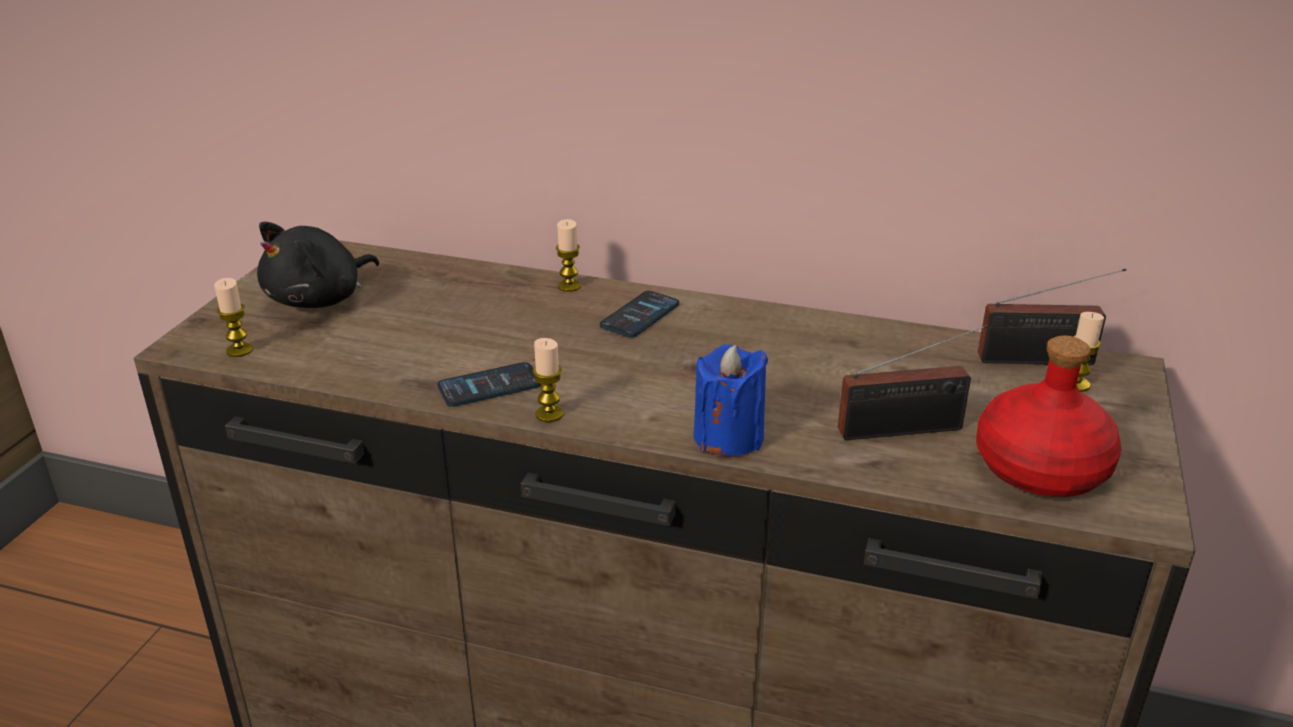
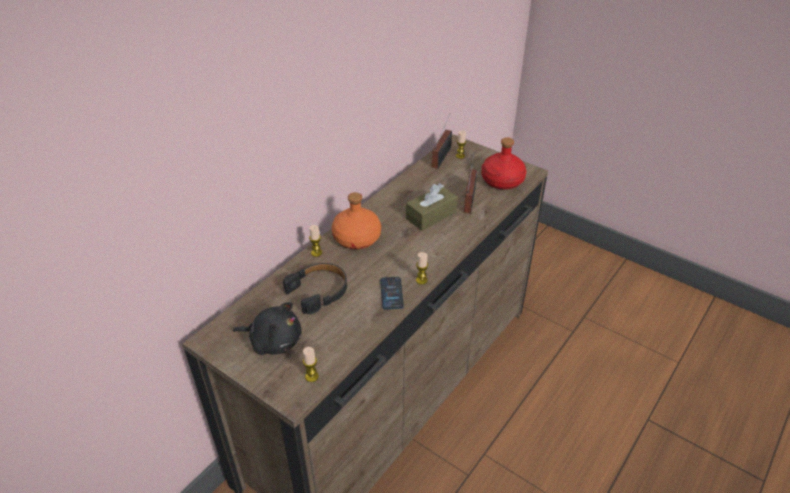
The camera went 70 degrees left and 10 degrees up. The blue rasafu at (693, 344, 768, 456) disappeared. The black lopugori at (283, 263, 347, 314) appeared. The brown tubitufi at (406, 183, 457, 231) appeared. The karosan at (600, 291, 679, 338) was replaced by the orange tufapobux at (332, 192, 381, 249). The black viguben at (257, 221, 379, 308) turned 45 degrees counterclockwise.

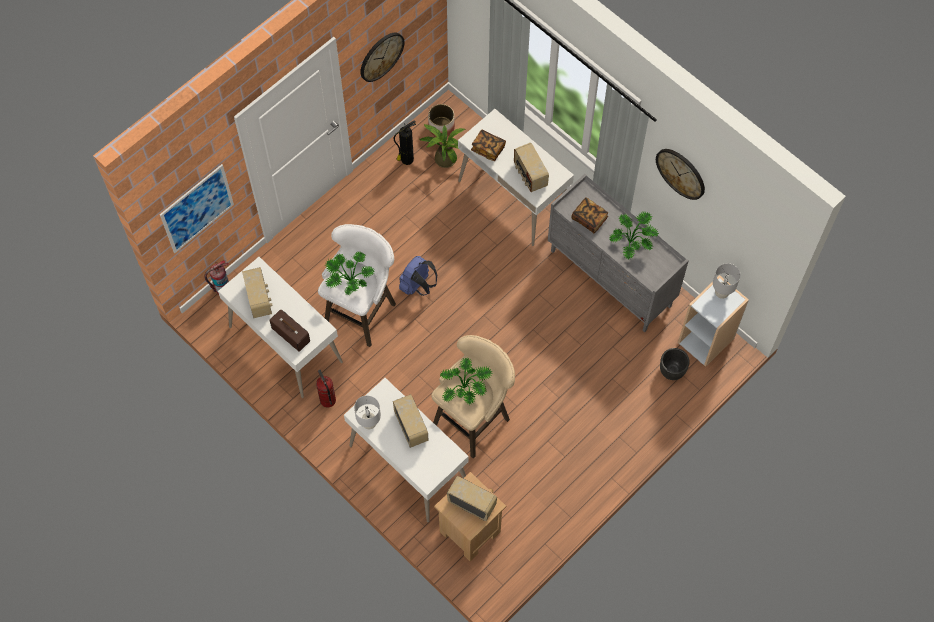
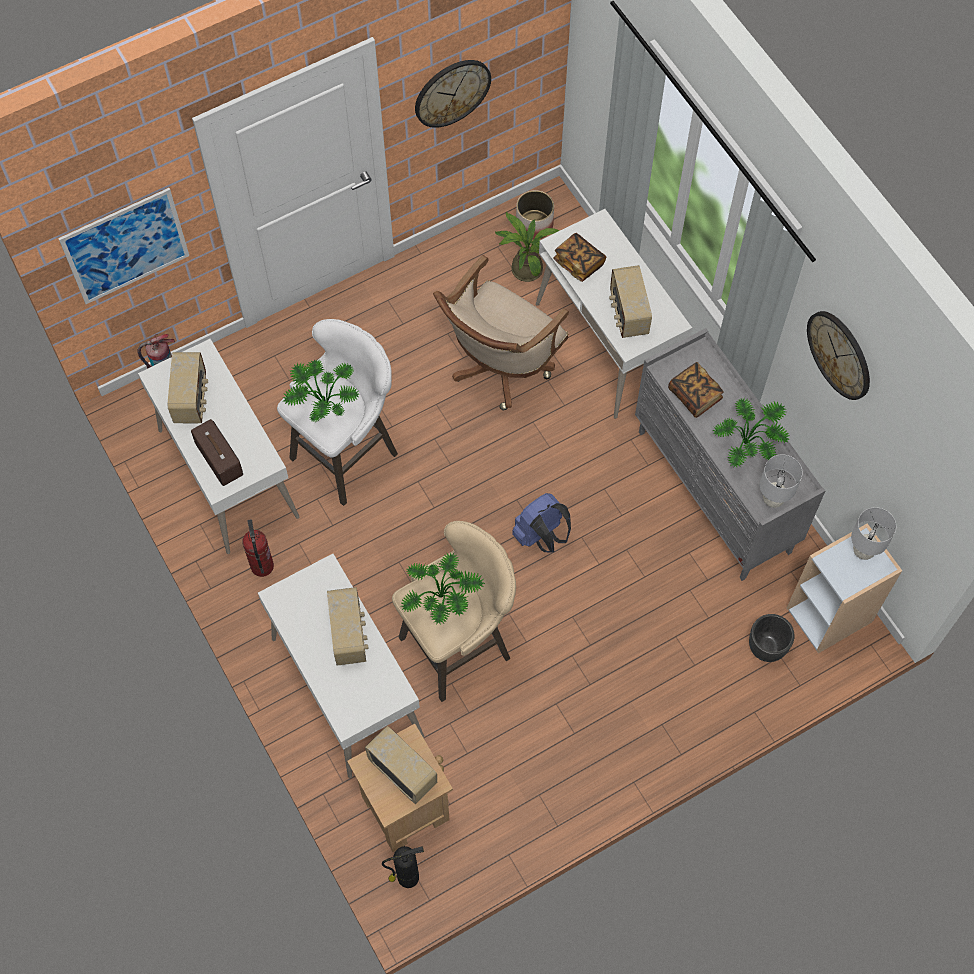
The camera went 15 degrees right and 0 degrees up. The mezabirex at (433, 255, 569, 410) appeared. The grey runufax moved from (354, 396, 381, 429) to (760, 454, 803, 508). The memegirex moved from (394, 120, 416, 165) to (382, 845, 424, 888). The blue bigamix moved from (399, 256, 437, 296) to (512, 493, 571, 553).

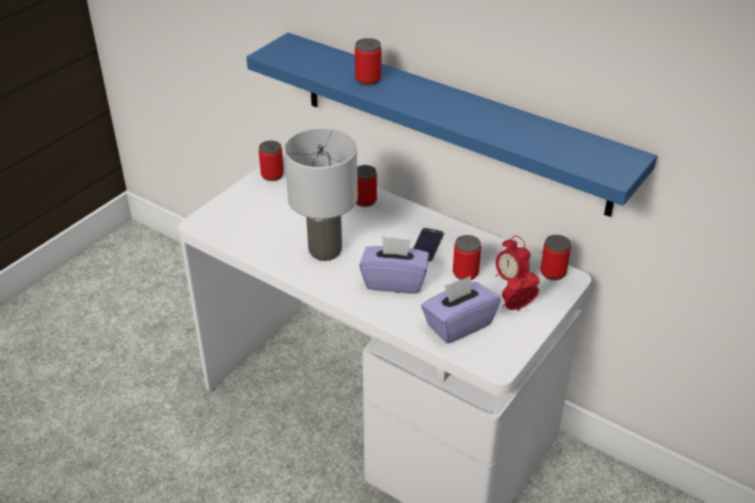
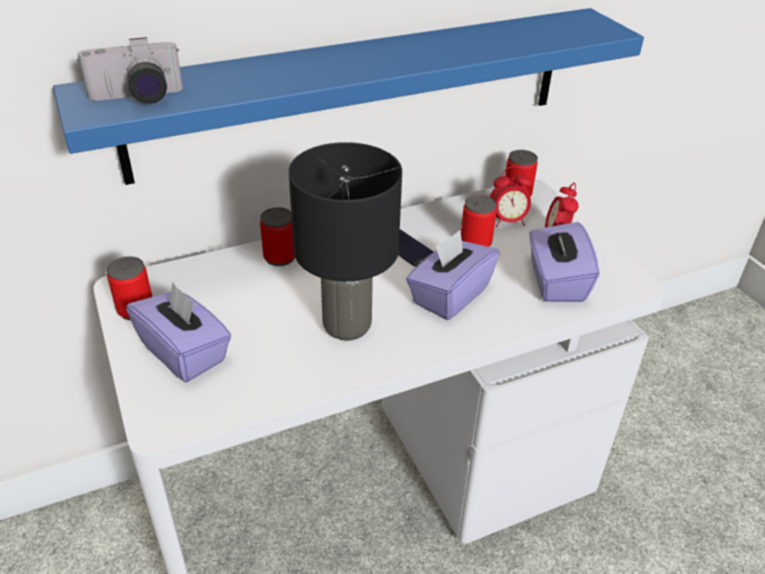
The camera went 60 degrees left and 0 degrees up. The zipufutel at (355, 38, 381, 85) disappeared. The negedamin at (77, 37, 183, 104) appeared. The purple tubitufi at (126, 283, 231, 382) appeared. The white runufax at (284, 128, 358, 261) became the black runufax at (289, 142, 402, 341).

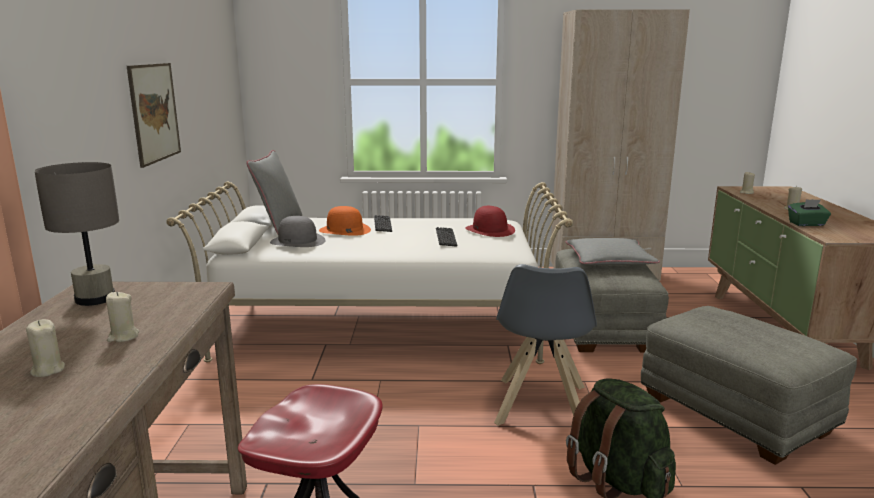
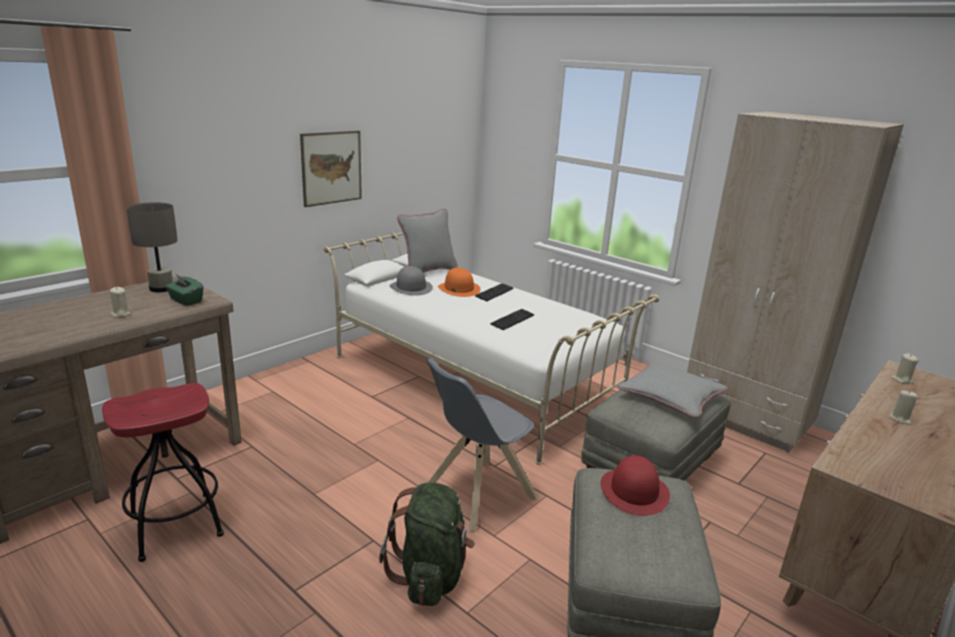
The camera went 40 degrees right and 5 degrees up. The beige rasafu at (26, 319, 65, 377) disappeared. The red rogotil moved from (465, 206, 515, 237) to (601, 455, 670, 516). The green tubitufi moved from (788, 199, 831, 226) to (165, 274, 203, 306).

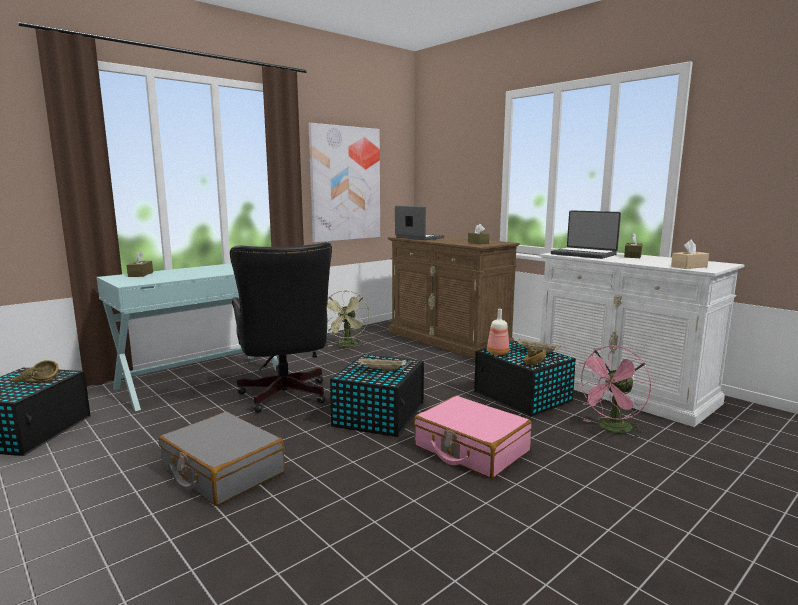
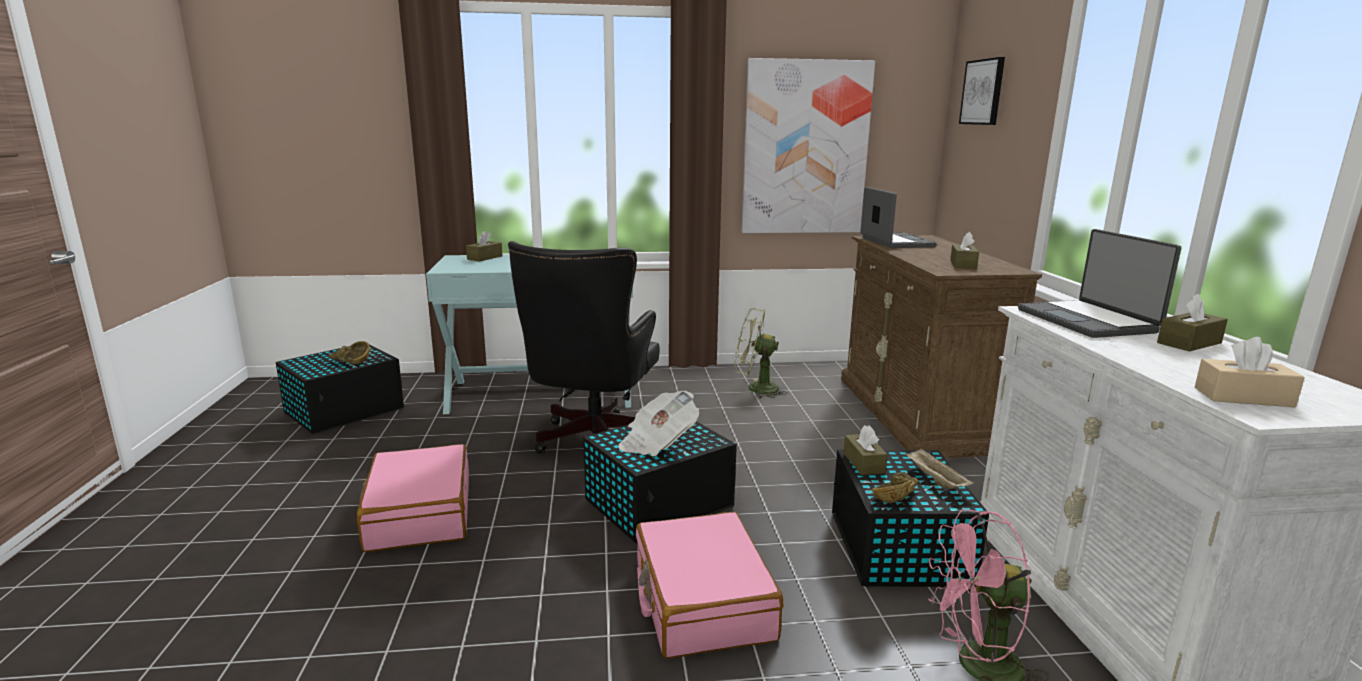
The camera went 35 degrees right and 5 degrees up. The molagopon at (959, 57, 1005, 125) appeared. The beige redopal at (358, 358, 407, 372) was replaced by the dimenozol at (618, 391, 699, 456). The tufapobux at (487, 309, 509, 355) was replaced by the brown tubitufi at (843, 425, 888, 475). The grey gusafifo at (159, 412, 285, 506) became the pink gusafifo at (357, 444, 469, 552). The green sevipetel at (327, 290, 369, 347) turned 60 degrees clockwise.

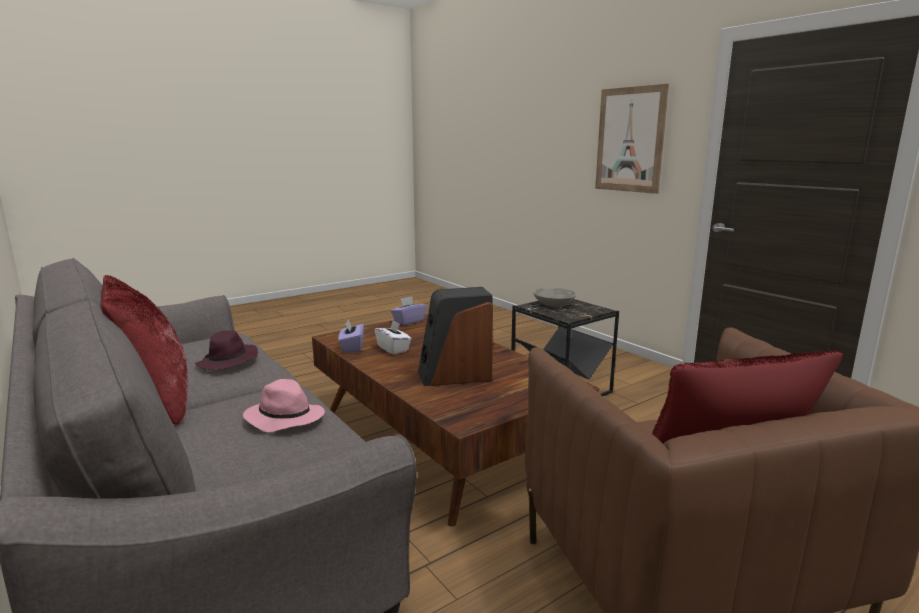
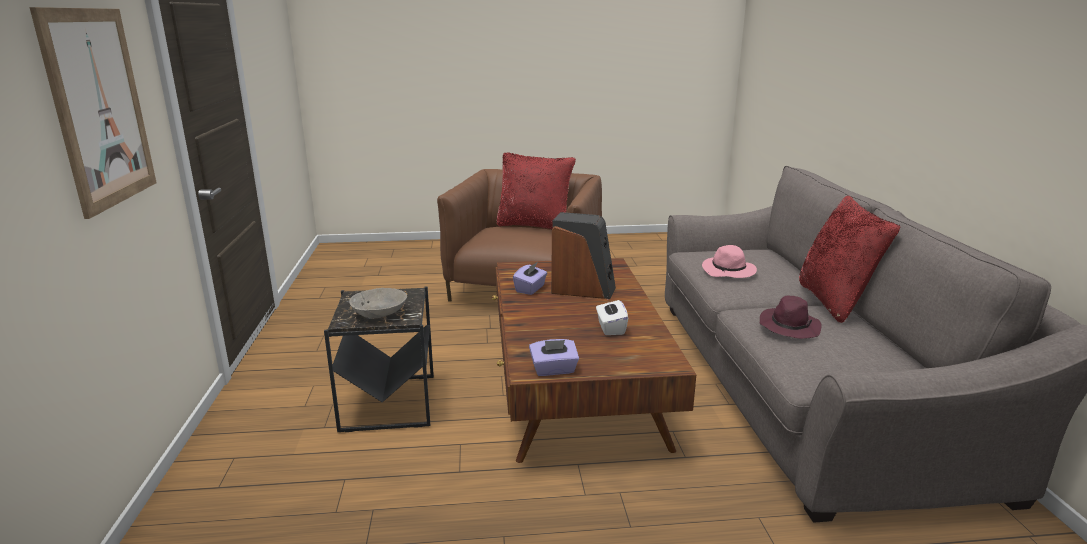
The camera went 150 degrees left and 5 degrees up. The purple tubitufi moved from (338, 319, 364, 353) to (513, 262, 547, 295).

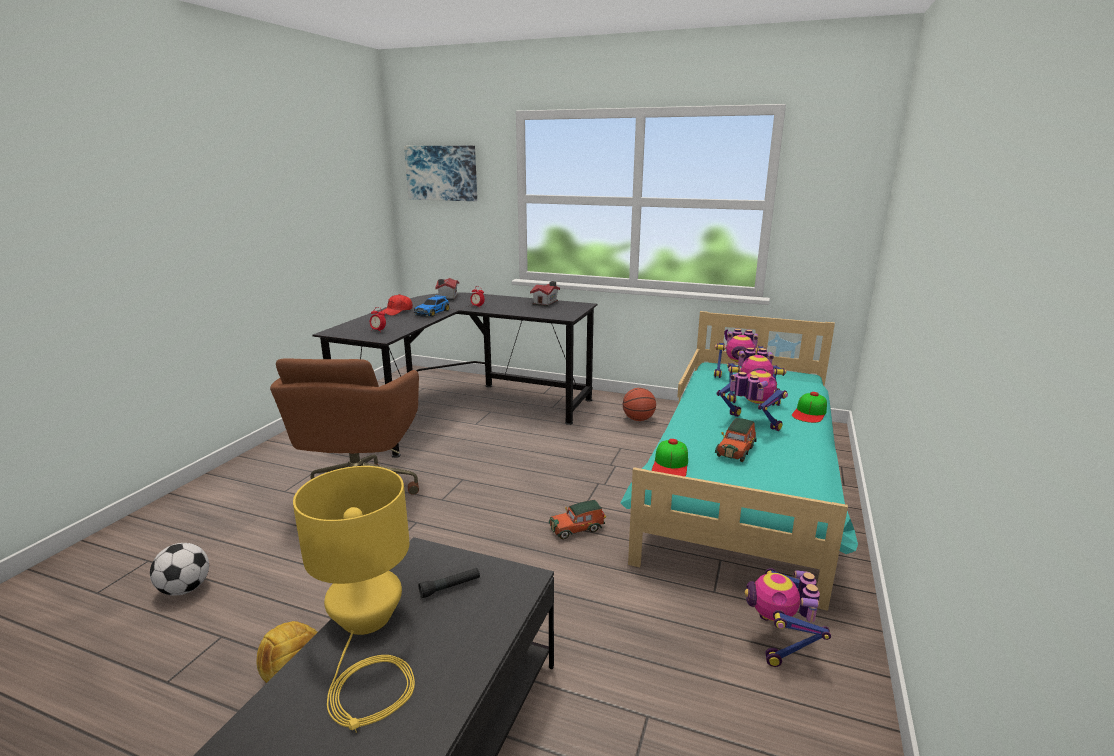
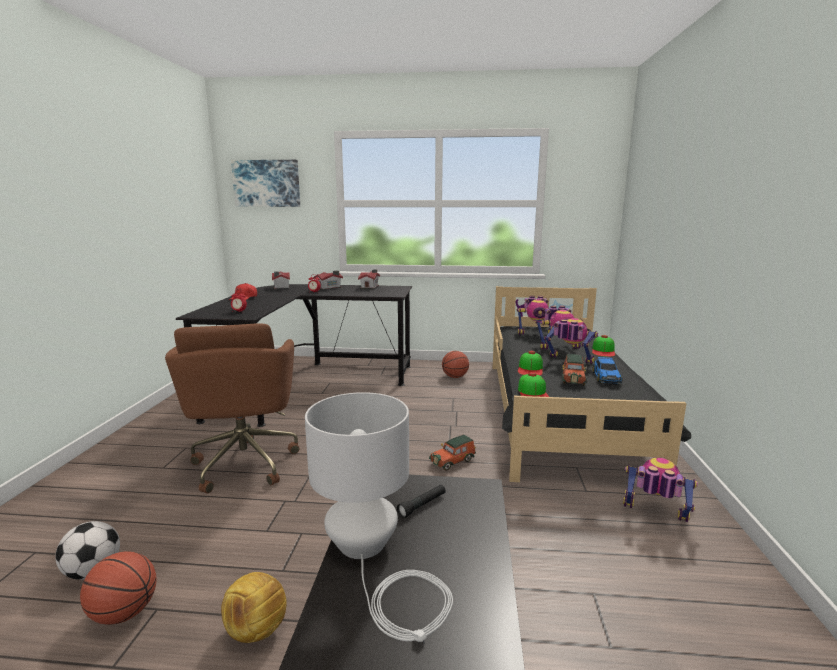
The camera went 15 degrees left and 5 degrees down. The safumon at (80, 551, 156, 625) appeared. The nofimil at (313, 270, 343, 290) appeared. The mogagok at (518, 351, 543, 375) appeared. The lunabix moved from (414, 295, 450, 317) to (592, 357, 622, 385). The yellow runufax at (293, 466, 415, 733) became the grey runufax at (305, 392, 453, 644). The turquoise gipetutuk at (621, 311, 858, 611) became the black gipetutuk at (492, 286, 691, 482). The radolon at (745, 568, 831, 667) turned 120 degrees clockwise.

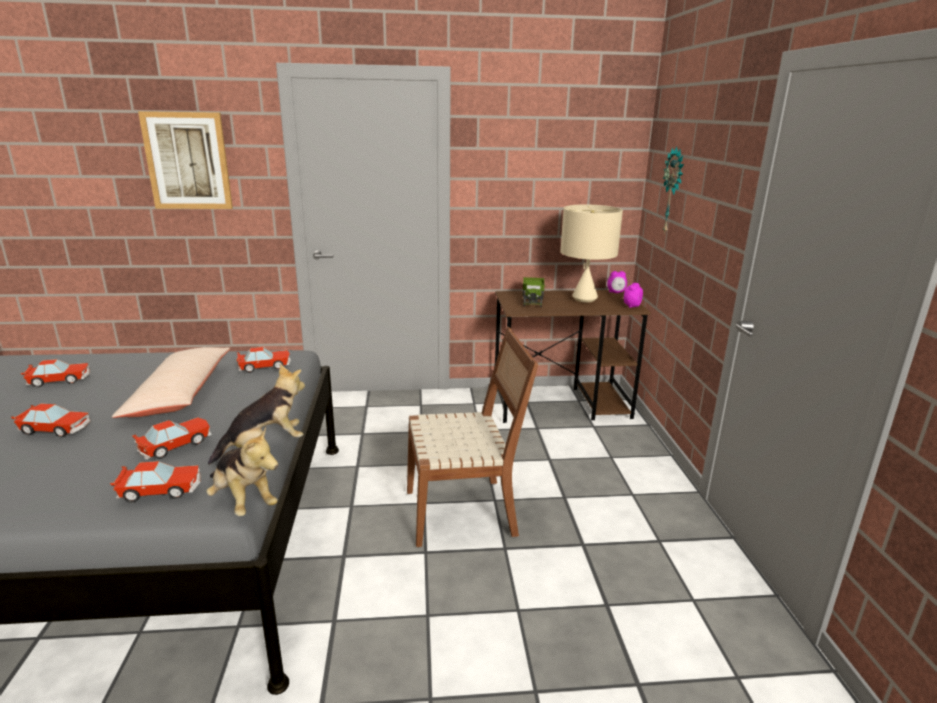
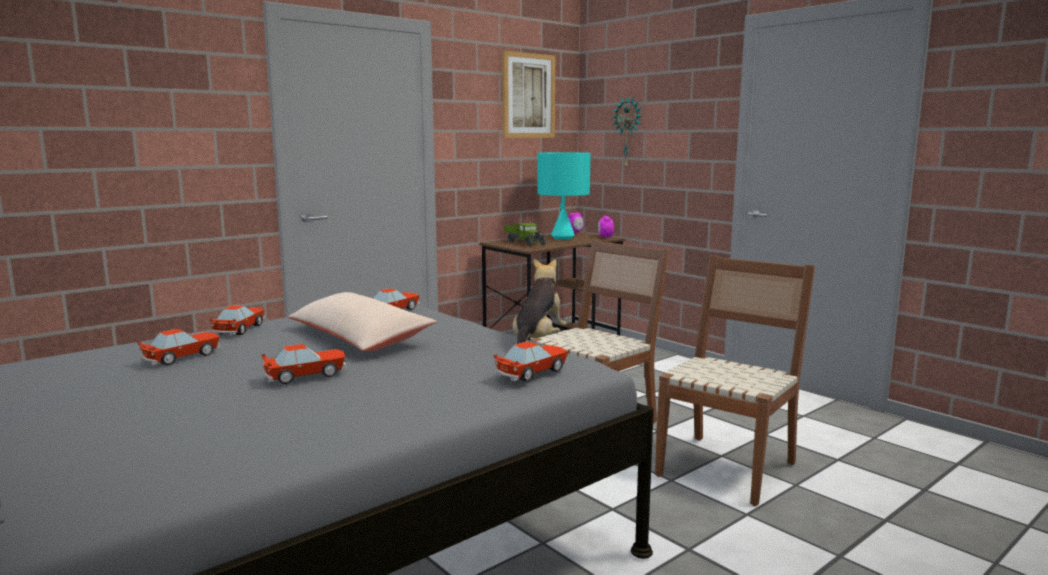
The camera went 35 degrees left and 10 degrees down. The viguben at (206, 426, 278, 516) disappeared. The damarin at (655, 255, 815, 506) appeared. The lunabix moved from (132, 417, 211, 460) to (210, 305, 265, 336). The molagopon moved from (138, 111, 233, 209) to (502, 51, 555, 138). The beige runufax at (560, 205, 623, 302) became the turquoise runufax at (537, 152, 591, 240).

